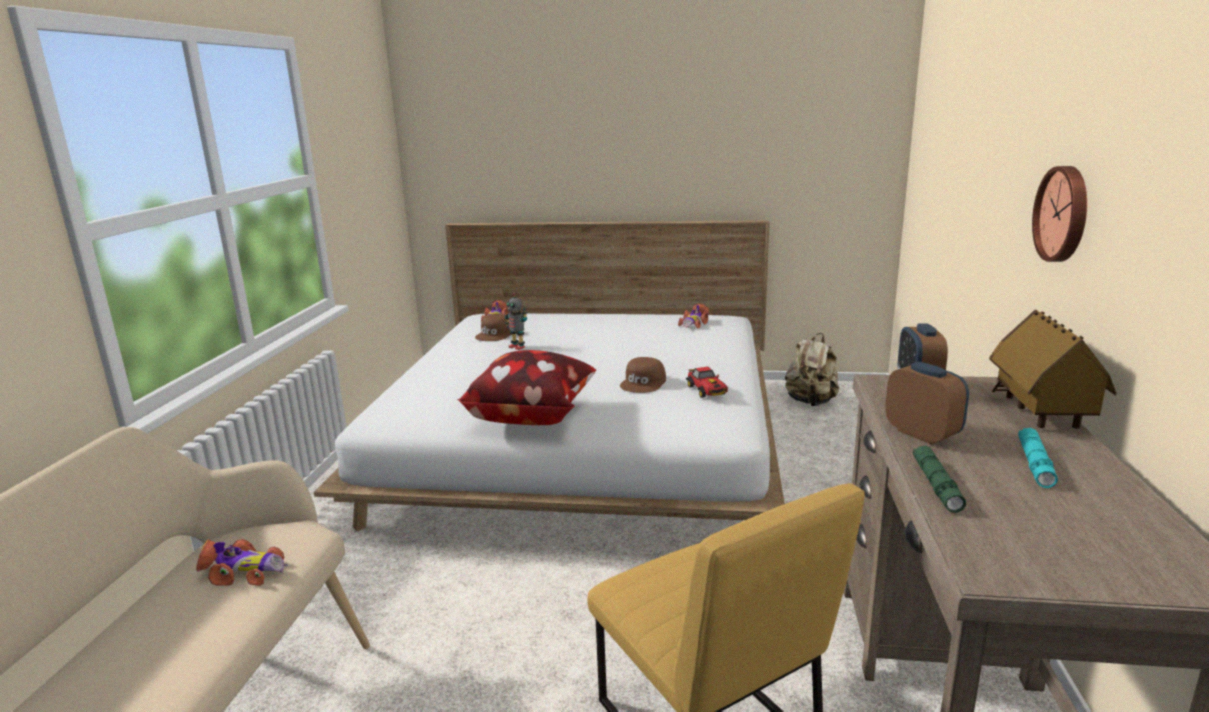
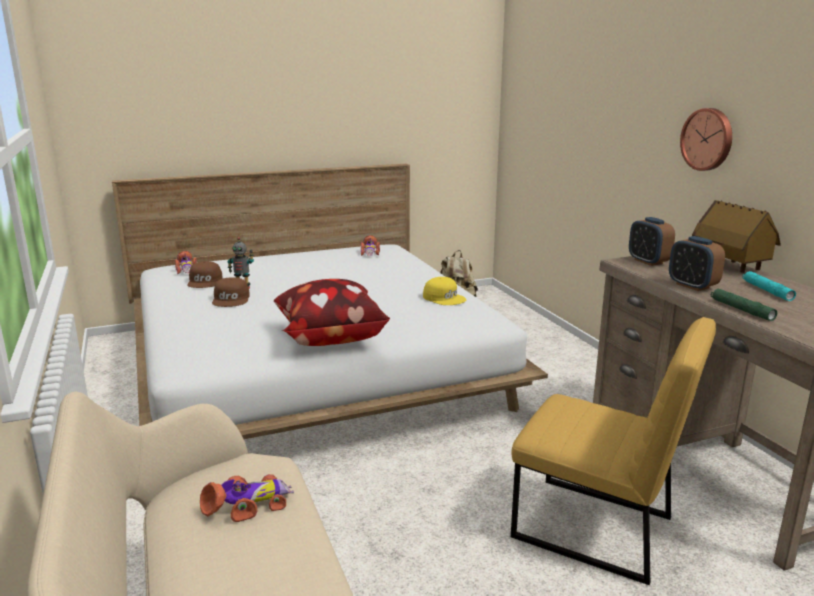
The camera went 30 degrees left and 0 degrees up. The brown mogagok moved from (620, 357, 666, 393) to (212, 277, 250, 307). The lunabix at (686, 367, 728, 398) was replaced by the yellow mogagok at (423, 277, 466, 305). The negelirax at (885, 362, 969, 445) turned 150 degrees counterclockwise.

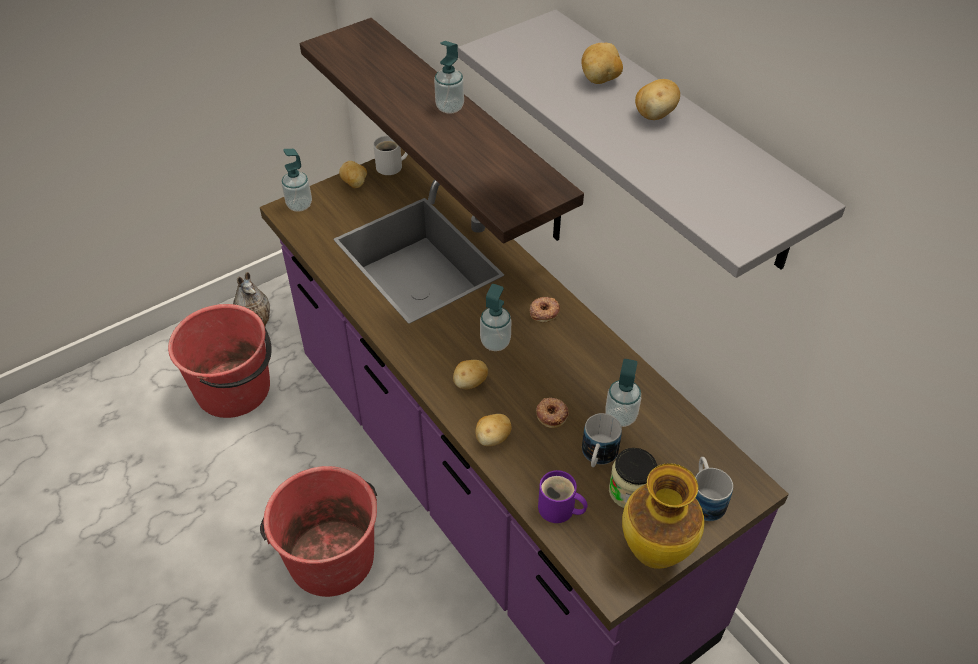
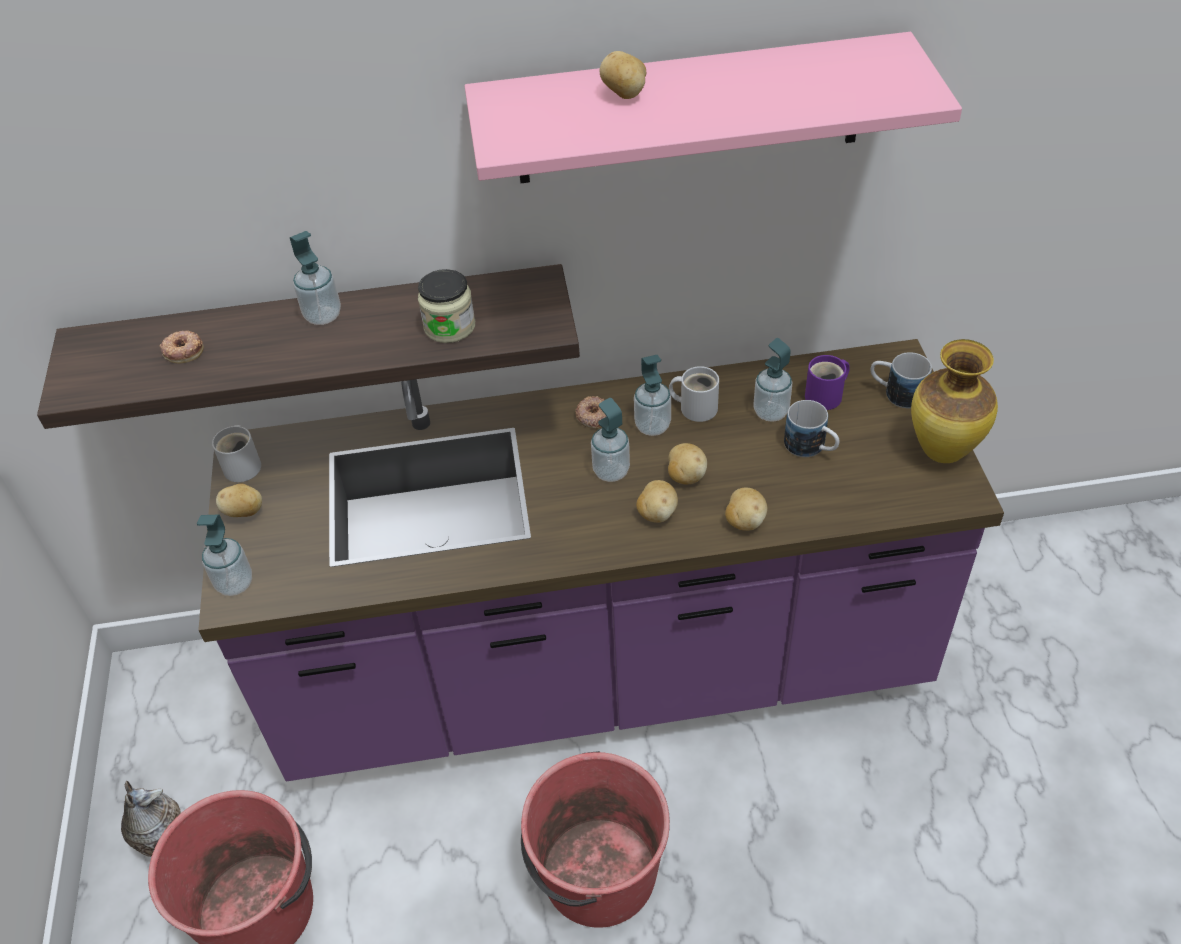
The camera went 60 degrees left and 0 degrees up. The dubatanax at (634, 355, 671, 436) appeared. The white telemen at (669, 366, 719, 422) appeared. The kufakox moved from (536, 398, 569, 428) to (160, 330, 204, 364). The purple telemen moved from (538, 470, 588, 523) to (805, 355, 850, 410). The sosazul moved from (609, 448, 657, 508) to (418, 269, 475, 343). The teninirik moved from (635, 79, 680, 120) to (668, 443, 707, 484). The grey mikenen at (458, 10, 846, 278) became the pink mikenen at (465, 32, 962, 183).

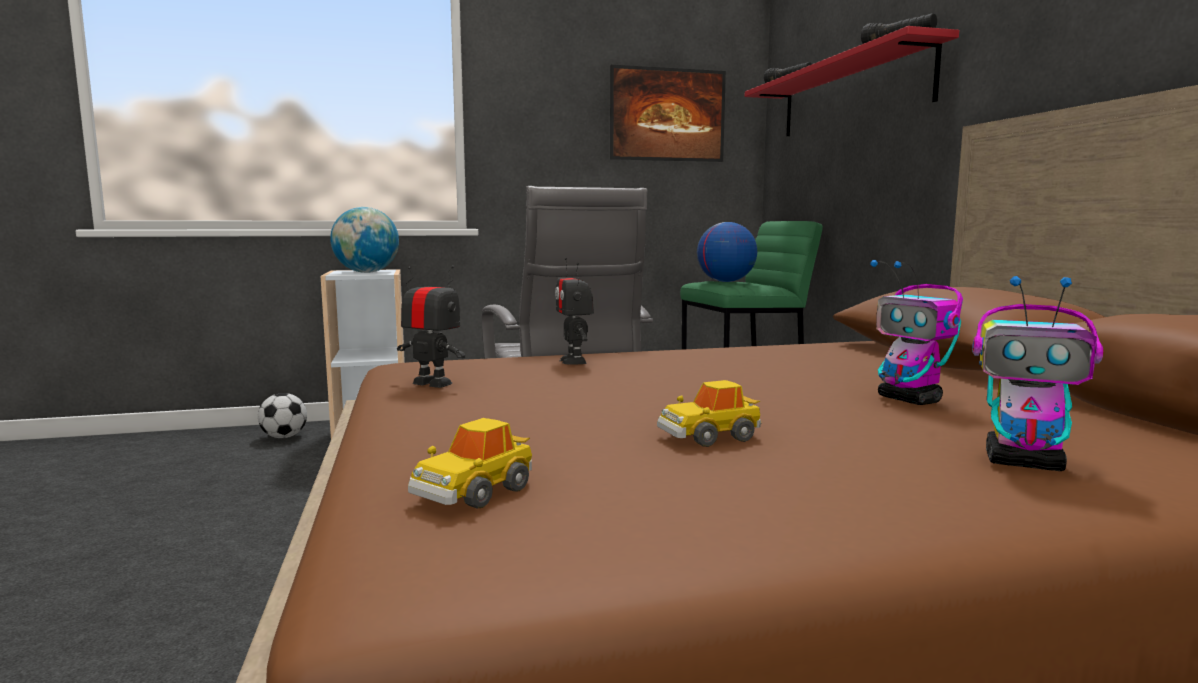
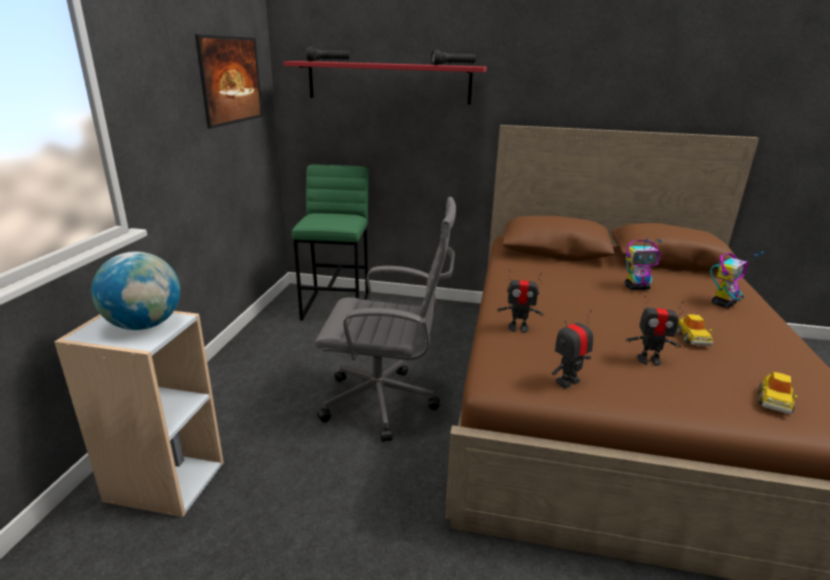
The camera went 65 degrees left and 15 degrees up. The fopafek at (258, 393, 307, 438) disappeared. The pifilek at (697, 222, 757, 282) disappeared. The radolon at (626, 296, 684, 366) appeared. The lunabix at (408, 418, 532, 508) turned 60 degrees clockwise.

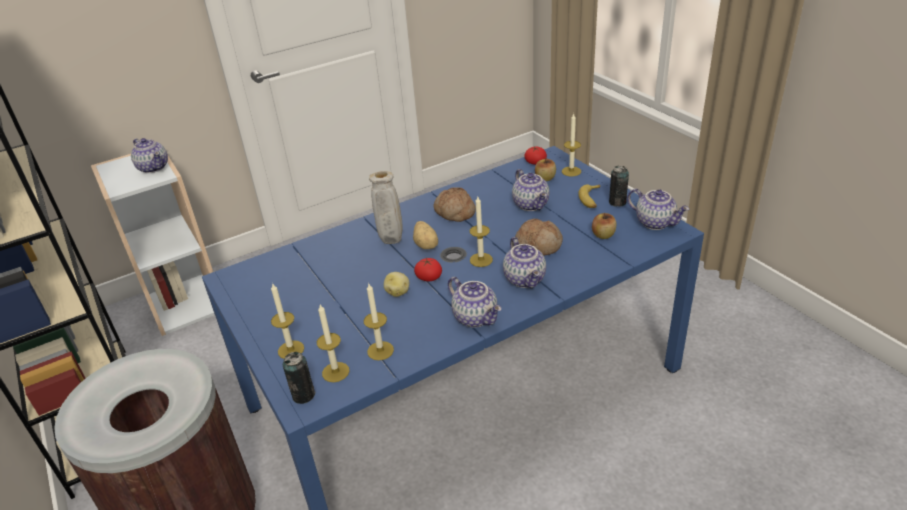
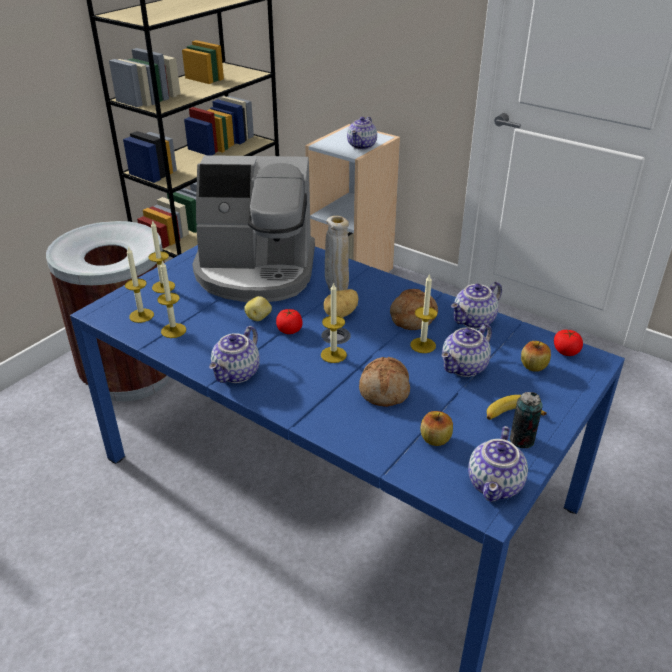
The camera went 65 degrees right and 0 degrees up. The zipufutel at (283, 352, 315, 404) disappeared. The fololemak at (192, 155, 315, 302) appeared. The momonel moved from (503, 237, 546, 288) to (451, 282, 502, 329). The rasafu moved from (562, 114, 581, 176) to (410, 274, 437, 353).

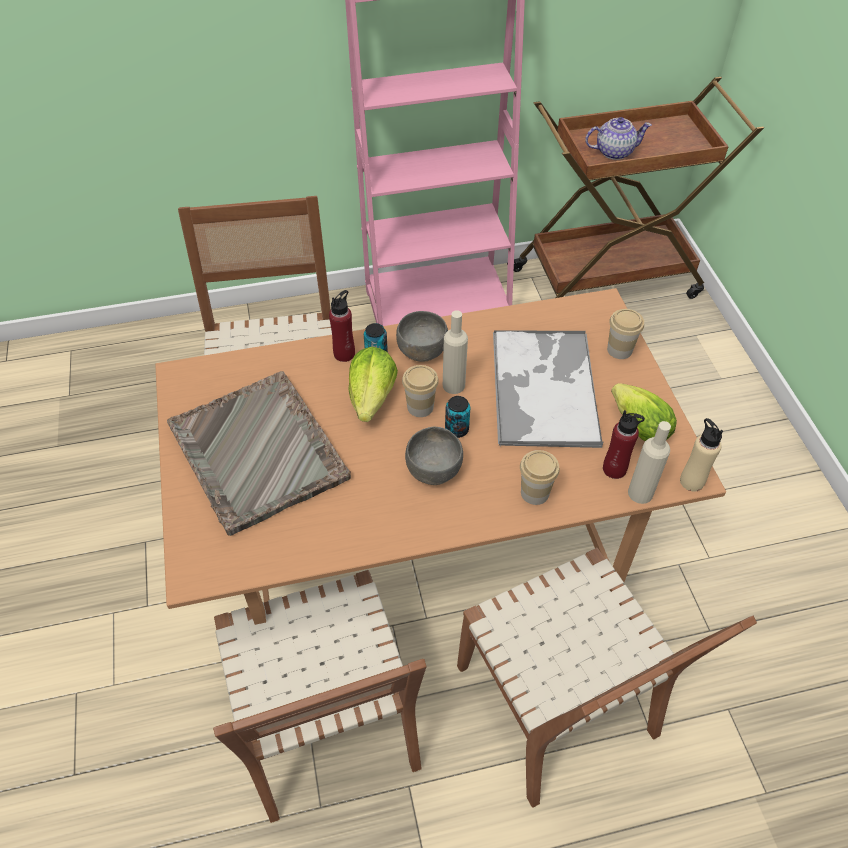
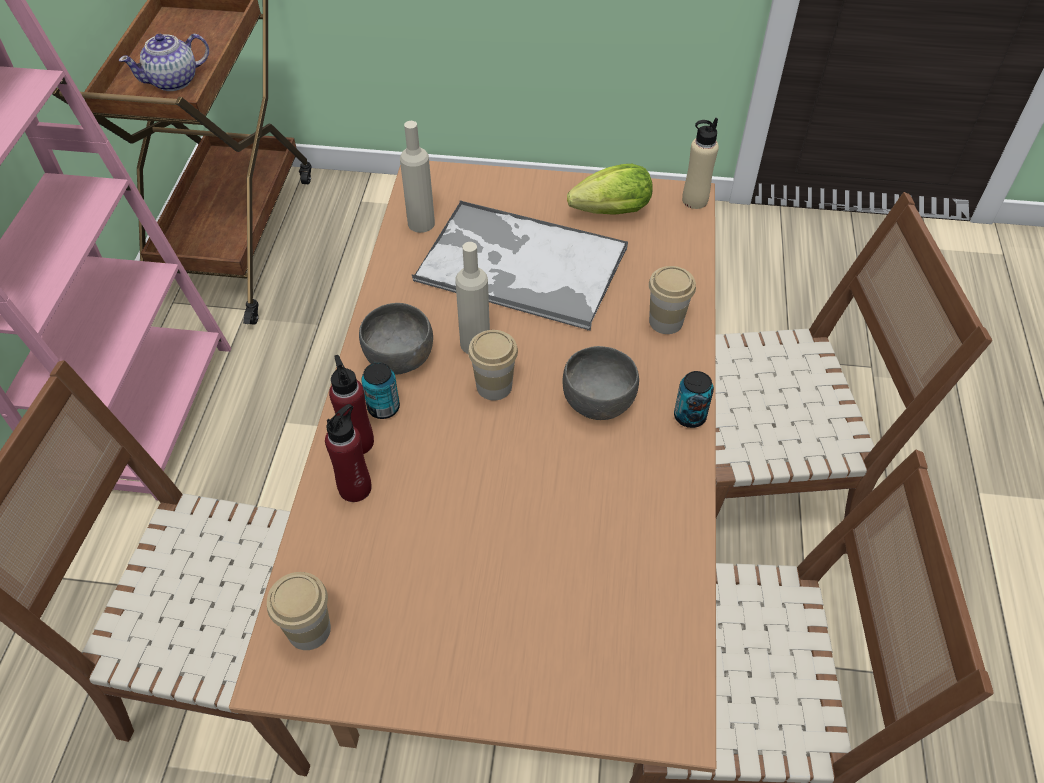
The camera went 70 degrees left and 0 degrees up. The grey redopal at (167, 371, 351, 536) disappeared. The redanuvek at (348, 347, 398, 422) disappeared. The zipufutel moved from (445, 396, 470, 438) to (674, 371, 714, 428). The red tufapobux moved from (603, 410, 645, 479) to (325, 404, 372, 502). The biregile moved from (607, 309, 644, 359) to (267, 572, 331, 650). The beige tufapobux moved from (628, 421, 671, 504) to (400, 121, 435, 233). The momonel at (585, 117, 652, 160) turned 135 degrees counterclockwise.

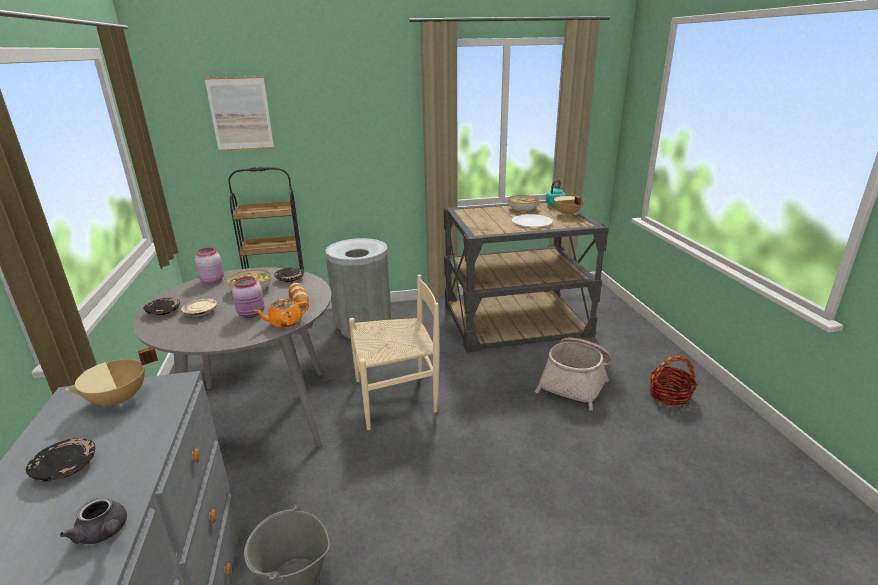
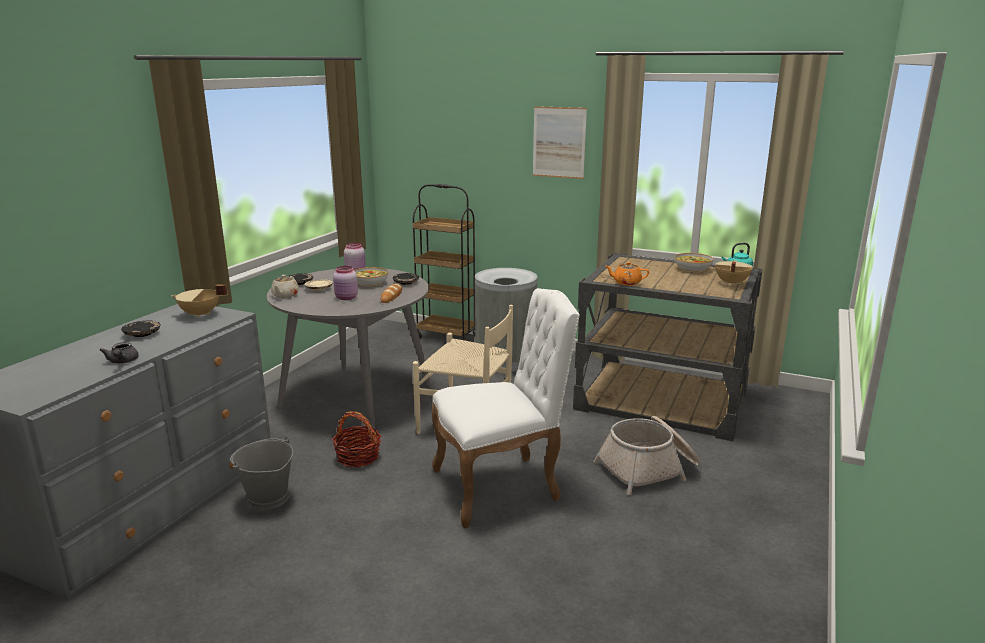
The camera went 35 degrees right and 5 degrees down. The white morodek at (512, 214, 553, 227) disappeared. The beige momonel at (271, 275, 299, 298) appeared. The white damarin at (432, 288, 580, 528) appeared. The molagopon moved from (204, 76, 274, 151) to (533, 106, 587, 179). The orange momonel moved from (253, 298, 309, 328) to (605, 262, 649, 286). The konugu moved from (649, 356, 698, 407) to (332, 411, 381, 467).

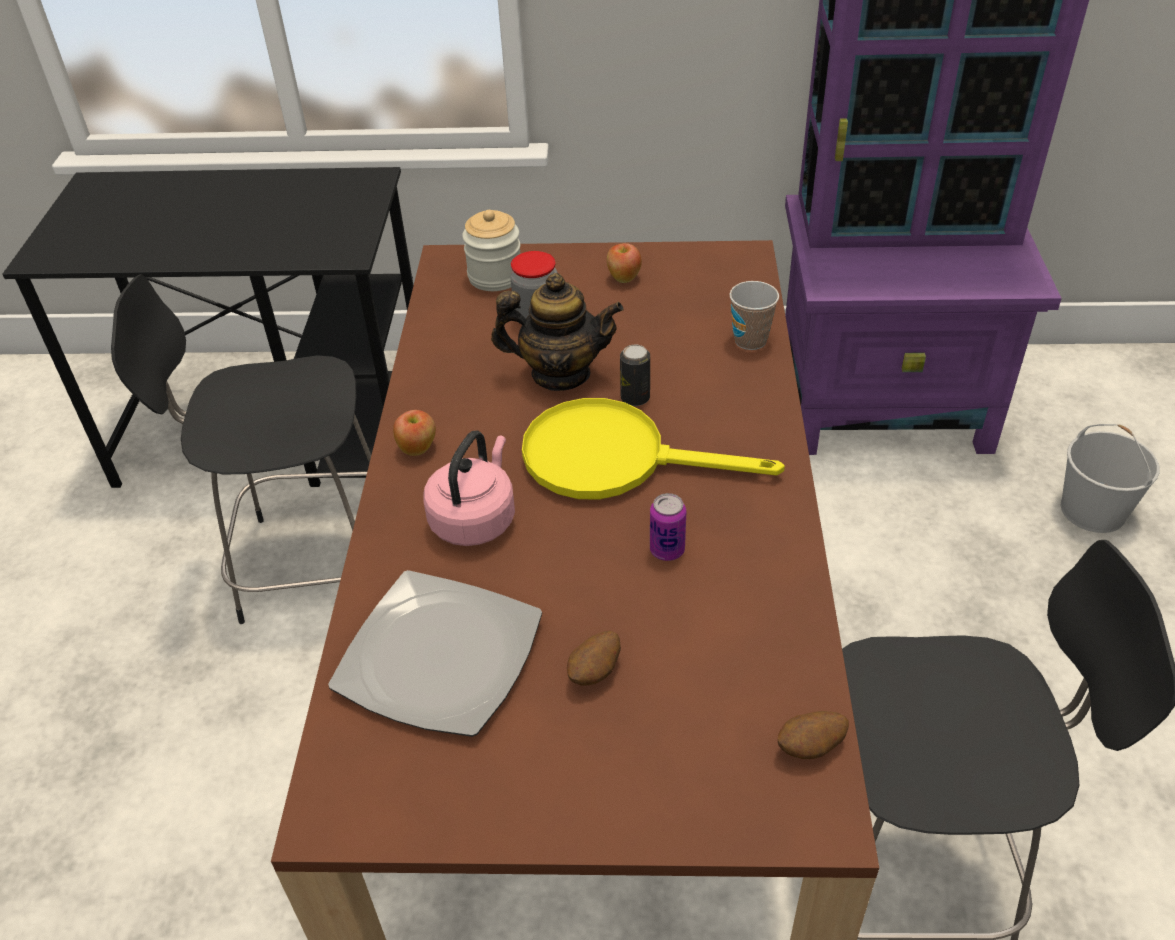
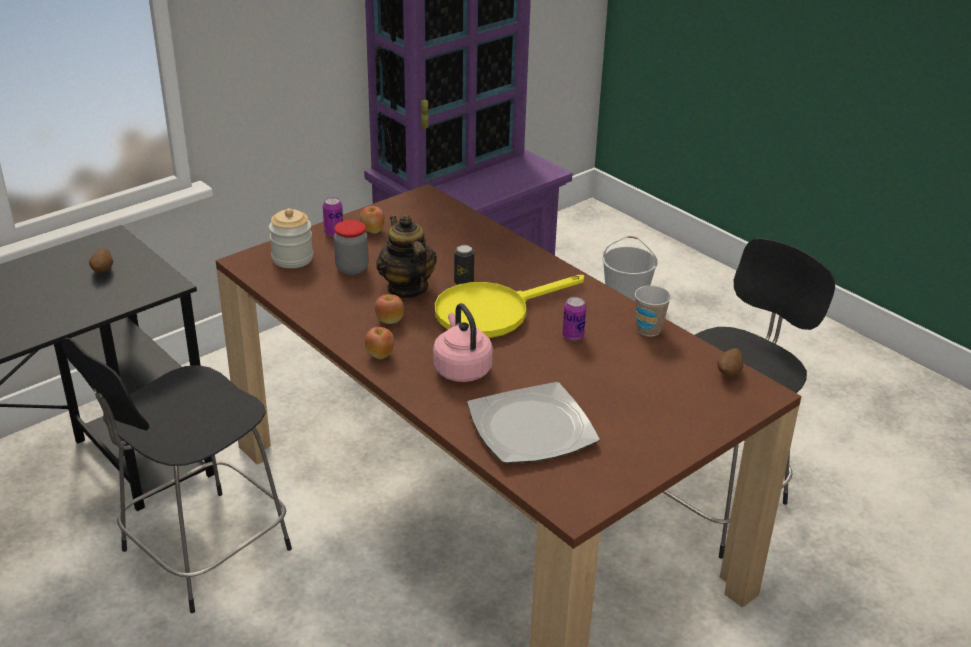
The camera went 45 degrees left and 10 degrees down. The zipufutel at (323, 197, 343, 236) appeared. The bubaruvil at (375, 294, 404, 324) appeared. The teninirik moved from (567, 631, 621, 686) to (89, 248, 113, 273). The biregile moved from (729, 281, 779, 350) to (635, 286, 671, 337). The momonel at (491, 273, 624, 391) turned 75 degrees counterclockwise.

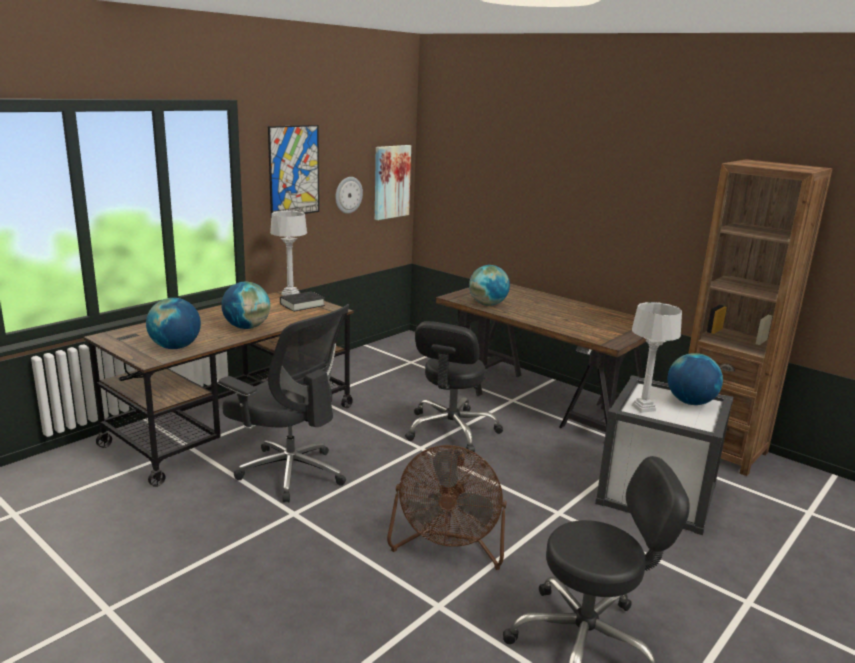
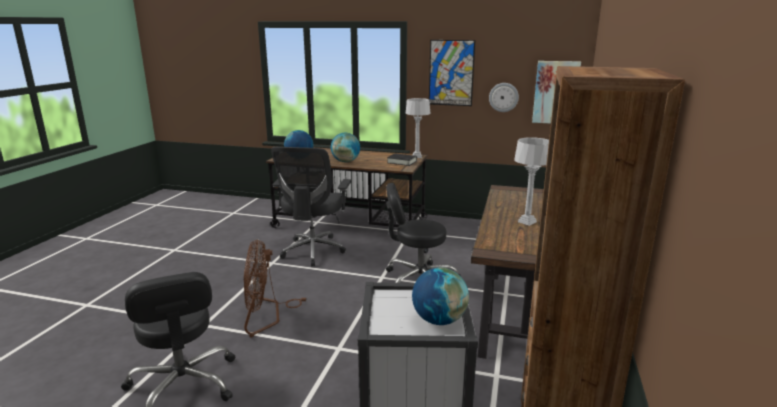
The camera went 65 degrees right and 0 degrees up. The pifilek at (469, 265, 510, 306) disappeared. The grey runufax moved from (632, 302, 682, 413) to (514, 137, 549, 226).

